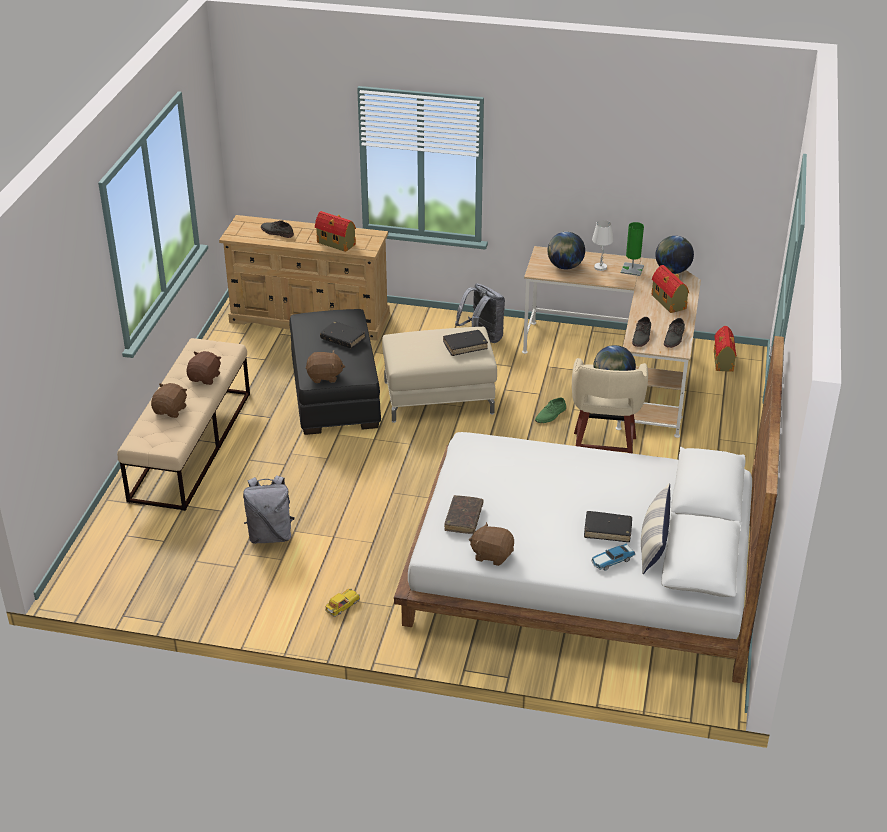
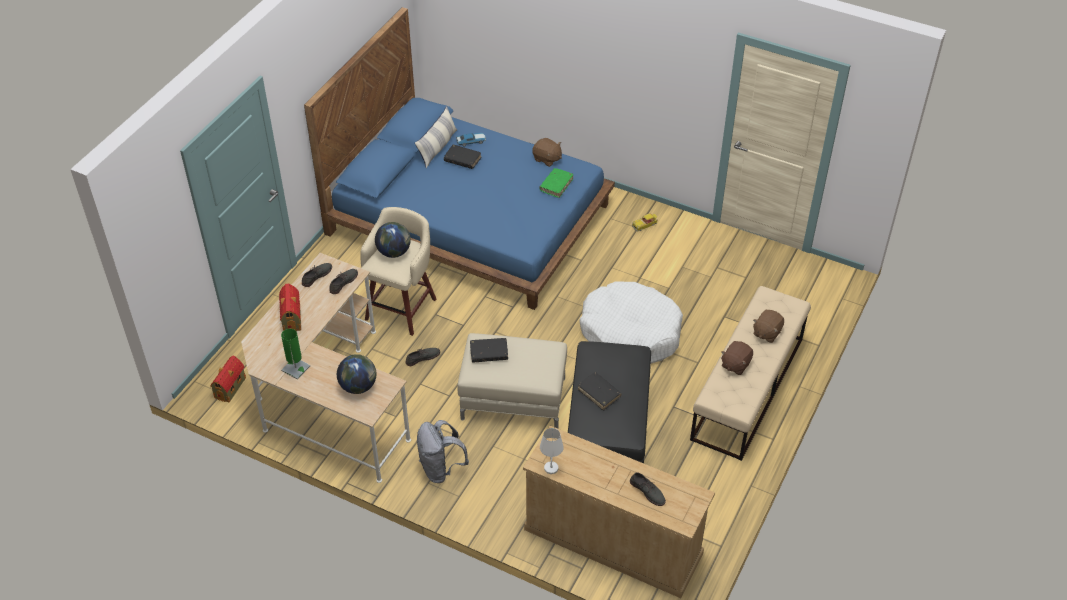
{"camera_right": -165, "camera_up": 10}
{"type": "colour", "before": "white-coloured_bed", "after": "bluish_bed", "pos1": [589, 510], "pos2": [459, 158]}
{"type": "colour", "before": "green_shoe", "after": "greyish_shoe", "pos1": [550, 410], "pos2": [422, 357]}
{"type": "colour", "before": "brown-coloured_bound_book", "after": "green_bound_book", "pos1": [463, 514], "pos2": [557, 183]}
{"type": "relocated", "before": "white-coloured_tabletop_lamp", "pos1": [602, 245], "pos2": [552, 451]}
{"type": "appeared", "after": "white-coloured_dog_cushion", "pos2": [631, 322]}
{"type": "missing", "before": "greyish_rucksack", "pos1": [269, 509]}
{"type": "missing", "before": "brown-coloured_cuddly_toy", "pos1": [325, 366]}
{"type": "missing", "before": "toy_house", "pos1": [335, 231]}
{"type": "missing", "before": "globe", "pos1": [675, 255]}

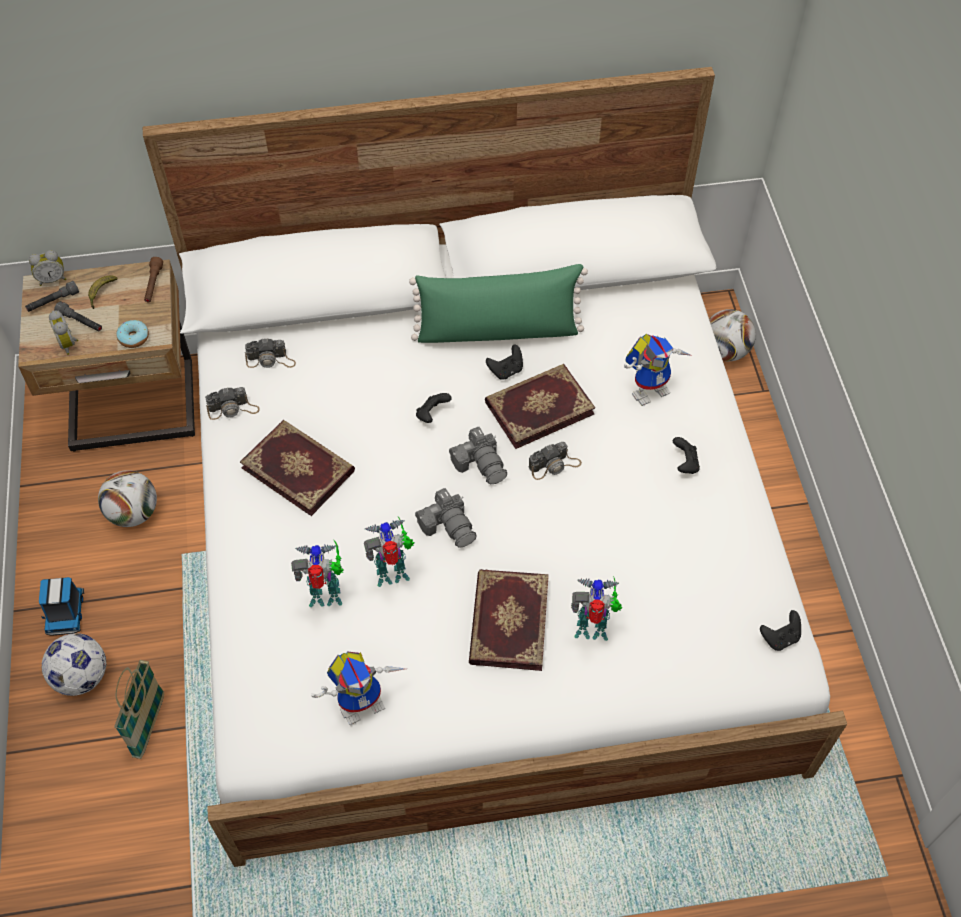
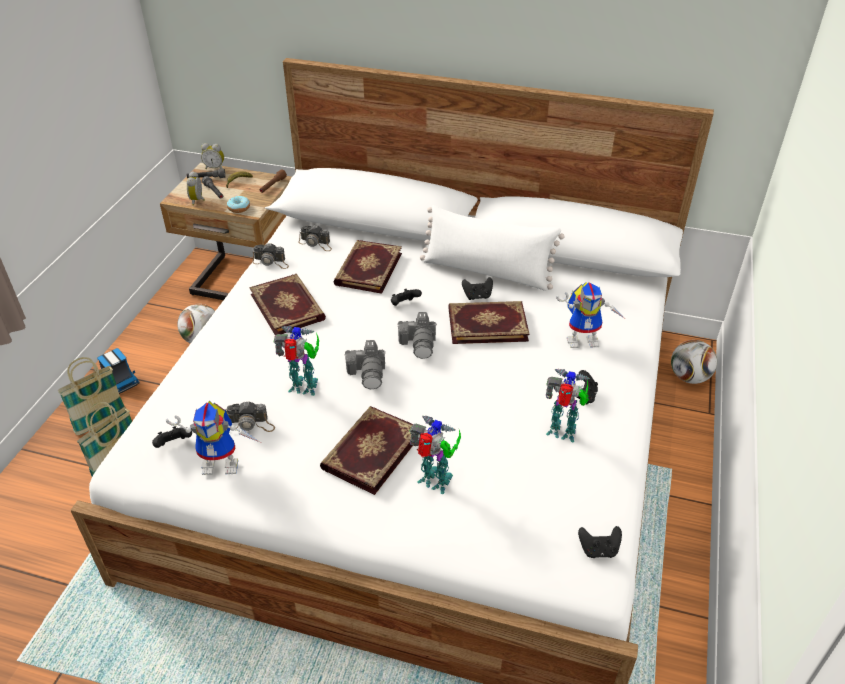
{"camera_right": 25, "camera_up": -15}
{"type": "exchanged", "before": "football_ball", "after": "basket", "pos1": [74, 664], "pos2": [92, 396]}
{"type": "spun", "before": "toy_lorry", "pos1": [61, 606], "pos2": [118, 371], "turn": -60}
{"type": "appeared", "after": "black_joypad", "pos2": [172, 437]}
{"type": "relocated", "before": "photo_camera", "pos1": [555, 461], "pos2": [251, 416]}
{"type": "appeared", "after": "bound_book", "pos2": [368, 267]}
{"type": "colour", "before": "green_pillow", "after": "white-coloured_pillow", "pos1": [498, 303], "pos2": [492, 248]}
{"type": "relocated", "before": "robot_figure", "pos1": [317, 574], "pos2": [568, 405]}

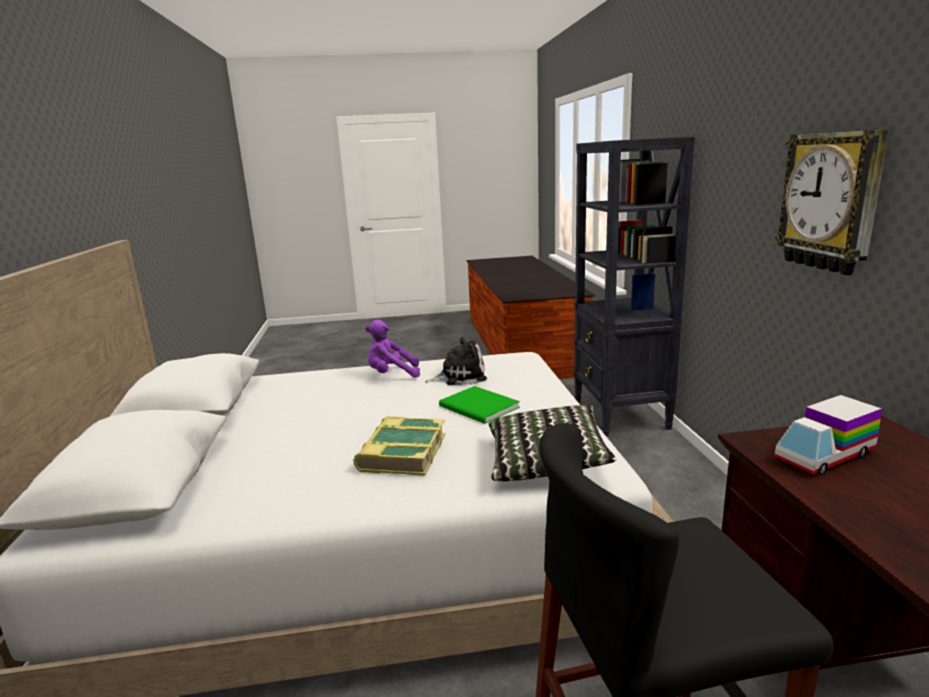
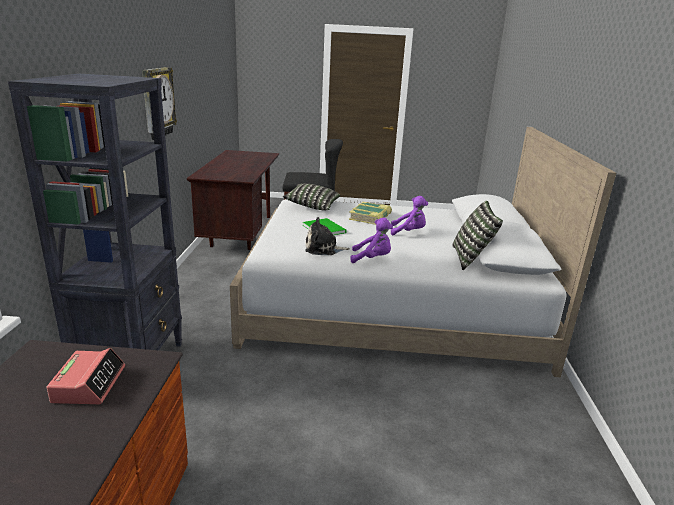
{"camera_right": -170, "camera_up": 5}
{"type": "appeared", "after": "bedside_clock", "pos2": [86, 376]}
{"type": "appeared", "after": "purple-coloured_cuddly_toy", "pos2": [409, 215]}
{"type": "appeared", "after": "pillow", "pos2": [477, 235]}
{"type": "missing", "before": "toy_lorry", "pos1": [828, 435]}

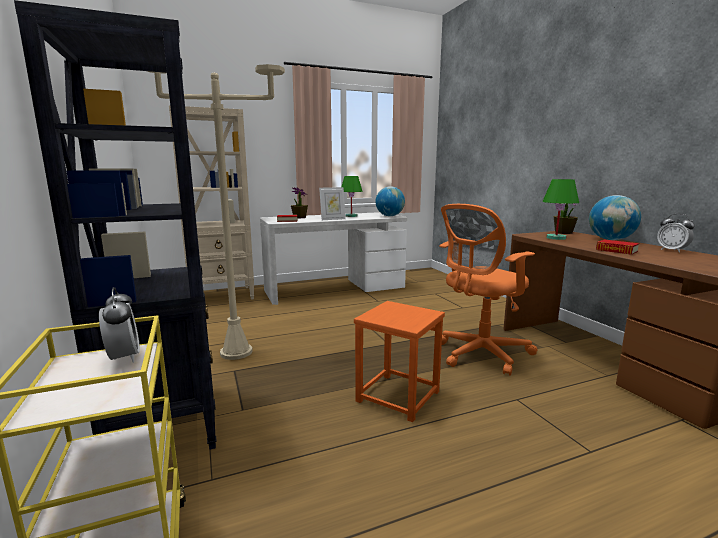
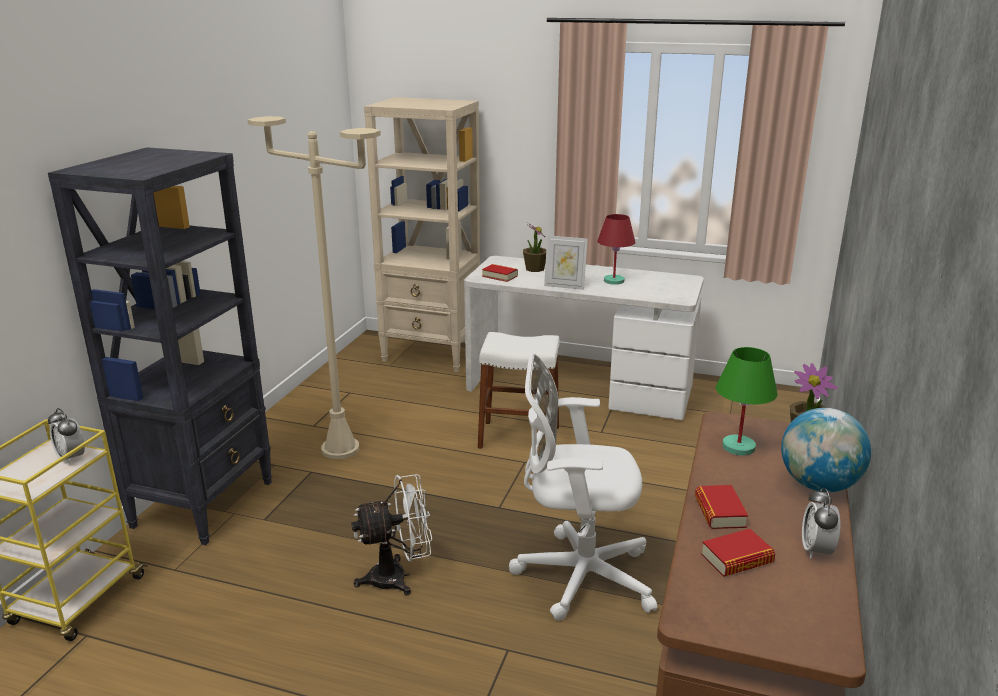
{"camera_right": 40, "camera_up": 10}
{"type": "spun", "before": "bedside_clock", "pos1": [119, 325], "pos2": [66, 436], "turn": 120}
{"type": "exchanged", "before": "orange-coloured_stool_seat", "after": "white-coloured_electric_fan", "pos1": [399, 361], "pos2": [391, 534]}
{"type": "appeared", "after": "white-coloured_stool_seat", "pos2": [519, 390]}
{"type": "colour", "before": "orange-coloured_desk_chair", "after": "white-coloured_desk_chair", "pos1": [488, 289], "pos2": [583, 487]}
{"type": "colour", "before": "green_tabletop_lamp", "after": "red-coloured_tabletop_lamp", "pos1": [352, 196], "pos2": [616, 249]}
{"type": "appeared", "after": "bound_book", "pos2": [738, 553]}
{"type": "missing", "before": "globe", "pos1": [390, 201]}

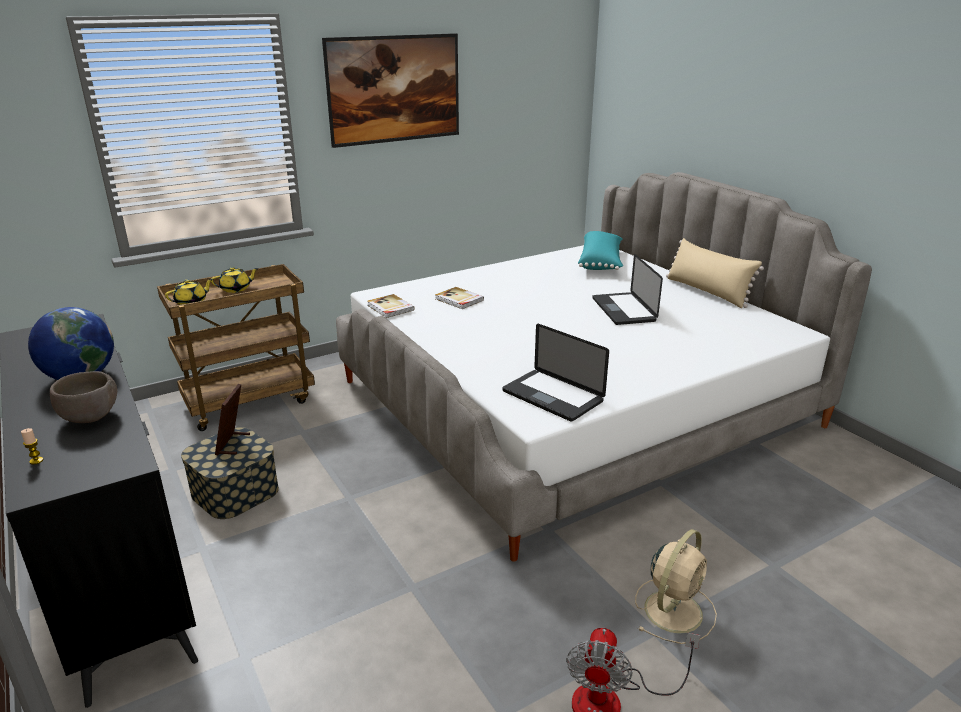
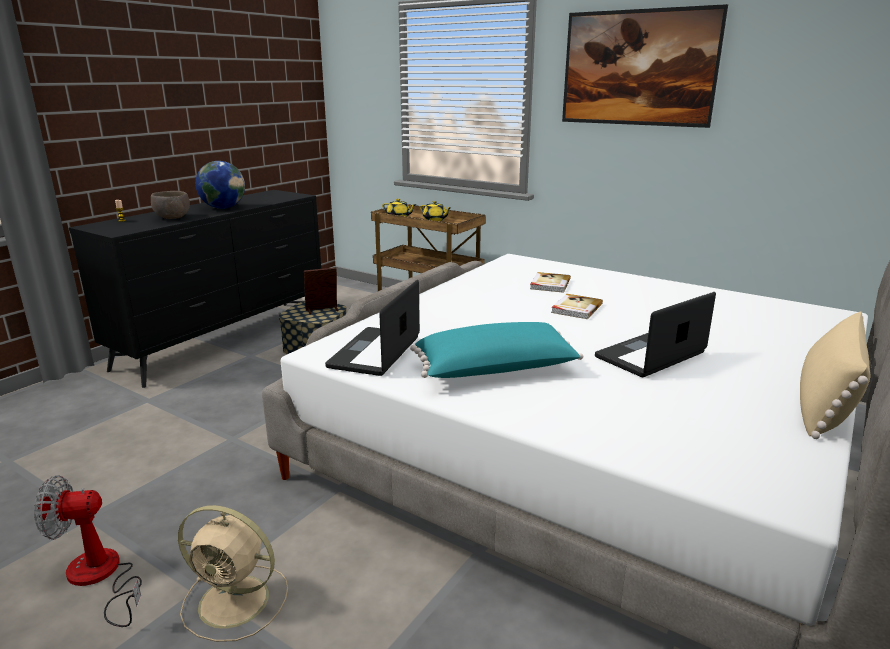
{"camera_right": 65, "camera_up": -5}
{"type": "relocated", "before": "blue-green_pillow", "pos1": [600, 250], "pos2": [496, 350]}
{"type": "relocated", "before": "bound_book", "pos1": [391, 306], "pos2": [577, 306]}

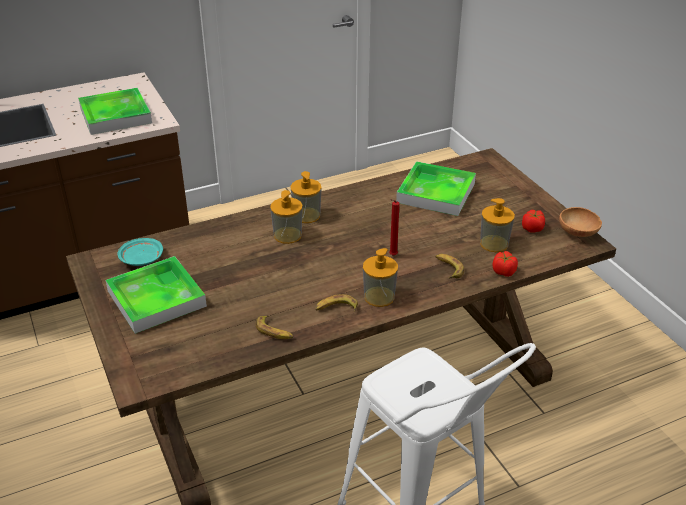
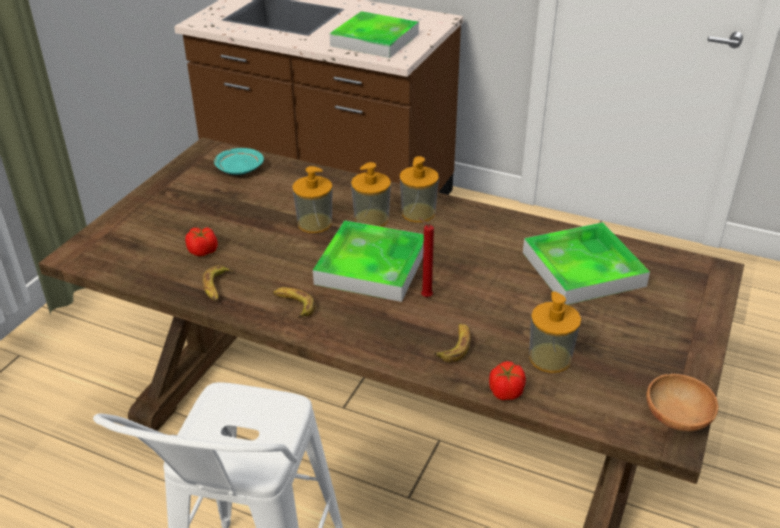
{"camera_right": 50, "camera_up": 0}
{"type": "relocated", "before": "whole_tomato", "pos1": [533, 221], "pos2": [201, 242]}
{"type": "relocated", "before": "liquid_soap_bottle", "pos1": [380, 277], "pos2": [312, 199]}
{"type": "relocated", "before": "carrying_tray", "pos1": [156, 295], "pos2": [368, 261]}

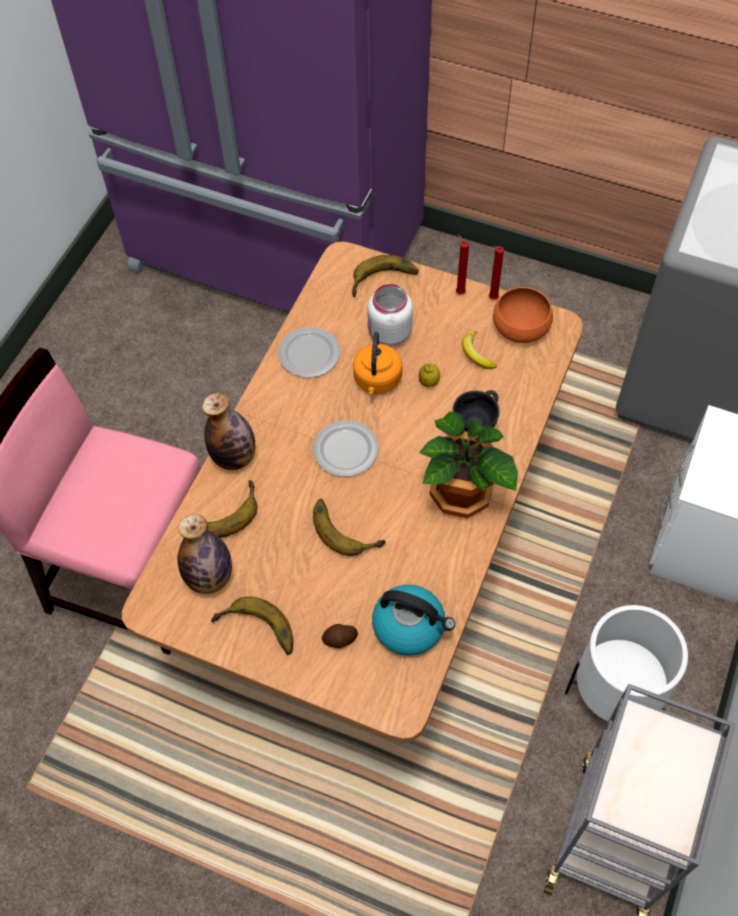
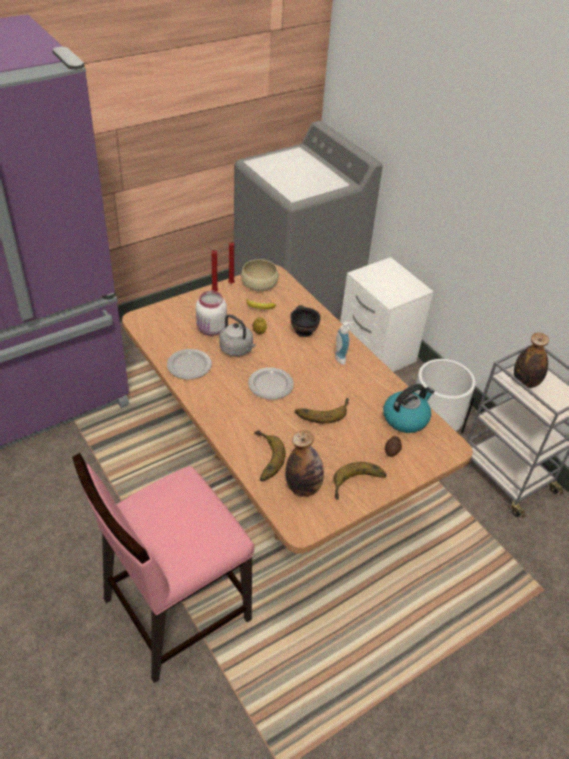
{"camera_right": -60, "camera_up": -15}
{"type": "colour", "before": "orange-coloured_kettle", "after": "greyish_kettle", "pos1": [377, 363], "pos2": [237, 335]}
{"type": "colour", "before": "orange-coloured_deep_dish", "after": "sand-coloured_deep_dish", "pos1": [523, 315], "pos2": [260, 275]}
{"type": "exchanged", "before": "potted_plant", "after": "liquid_soap_bottle", "pos1": [468, 465], "pos2": [345, 343]}
{"type": "relocated", "before": "beverage_bottle", "pos1": [228, 431], "pos2": [531, 360]}
{"type": "missing", "before": "banana_fruit", "pos1": [385, 276]}

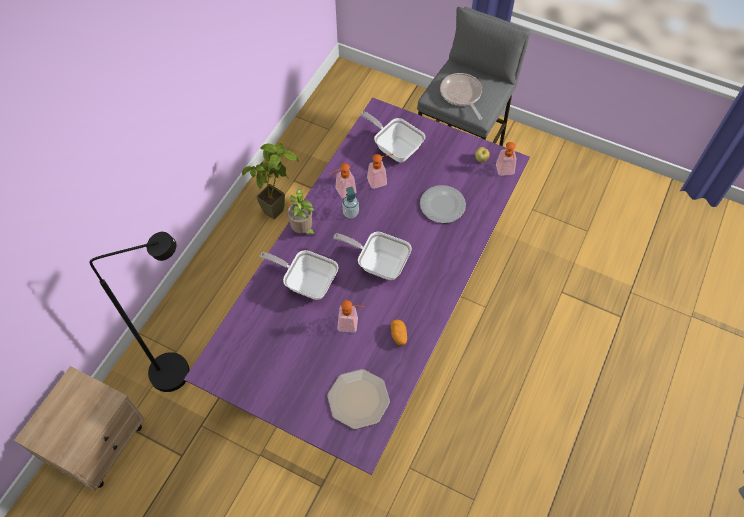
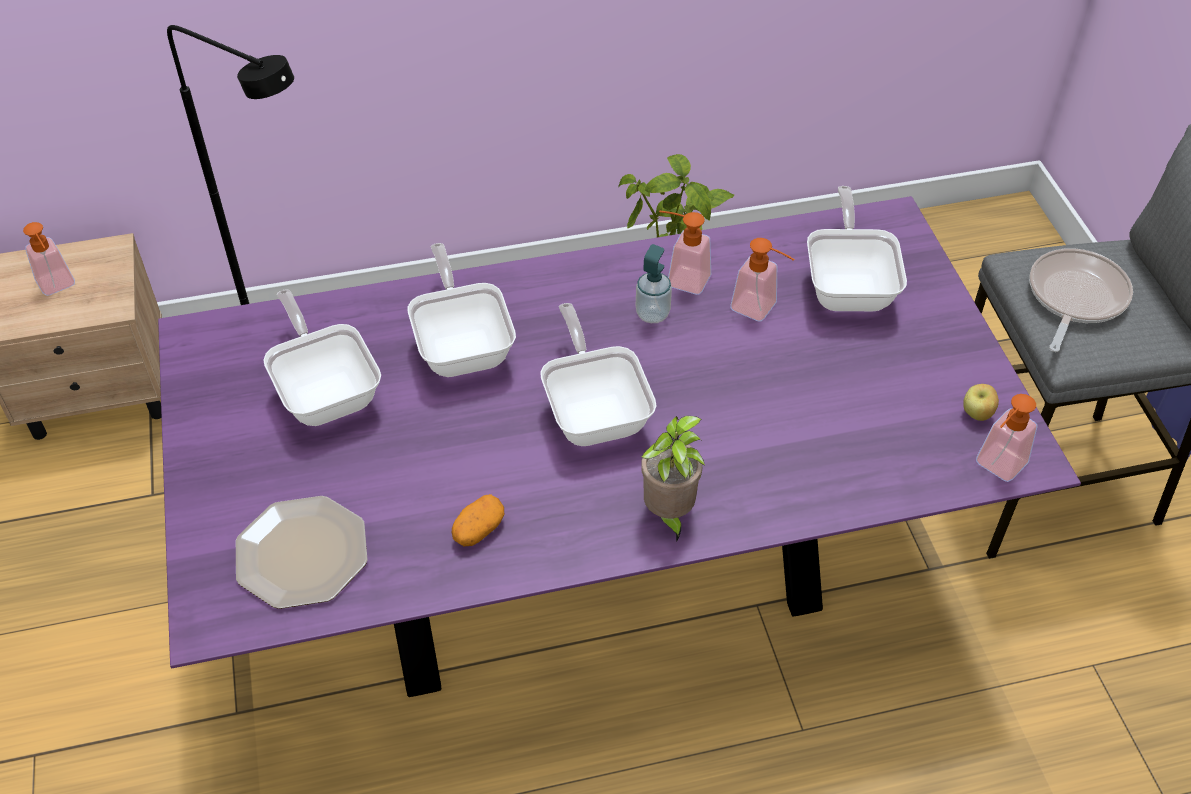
{"camera_right": 50, "camera_up": -10}
{"type": "relocated", "before": "liquid_soap_bottle", "pos1": [351, 316], "pos2": [49, 259]}
{"type": "appeared", "after": "frying_pan", "pos2": [322, 357]}
{"type": "relocated", "before": "potted_plant", "pos1": [301, 212], "pos2": [673, 479]}
{"type": "missing", "before": "flat_dish", "pos1": [443, 204]}

